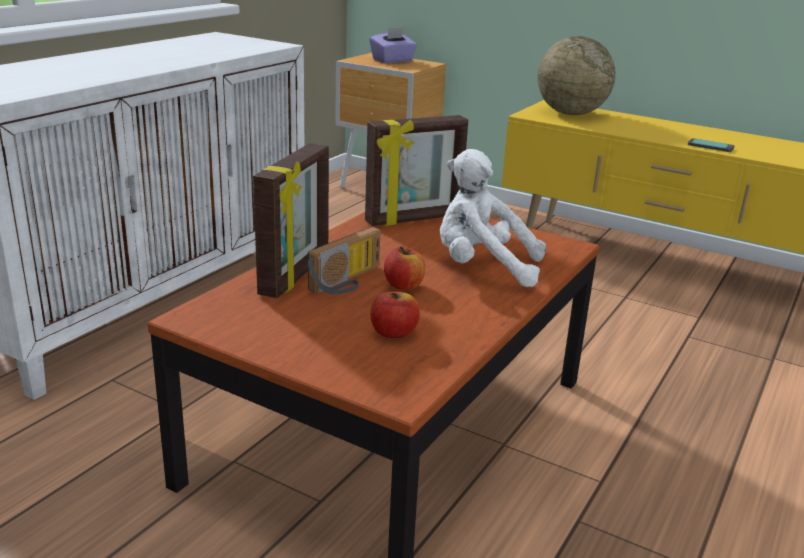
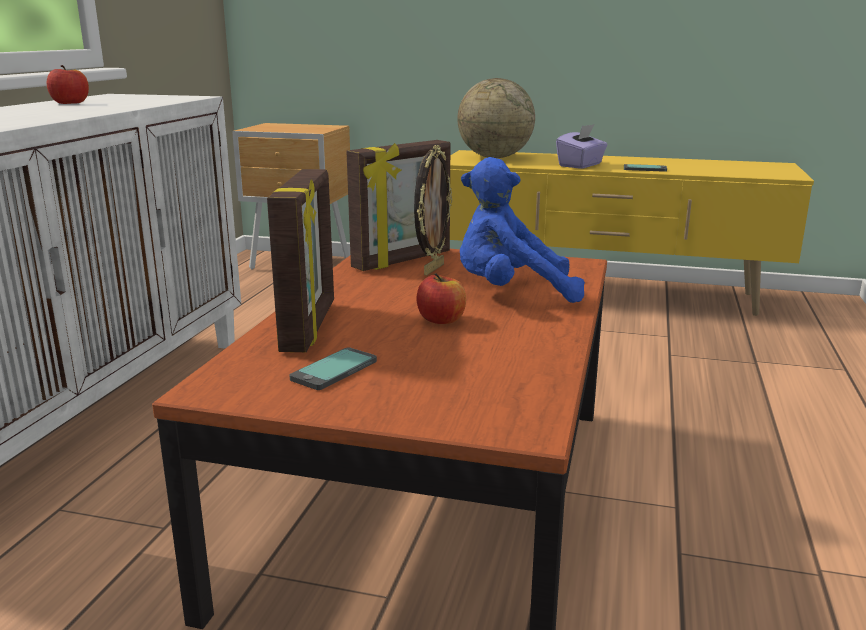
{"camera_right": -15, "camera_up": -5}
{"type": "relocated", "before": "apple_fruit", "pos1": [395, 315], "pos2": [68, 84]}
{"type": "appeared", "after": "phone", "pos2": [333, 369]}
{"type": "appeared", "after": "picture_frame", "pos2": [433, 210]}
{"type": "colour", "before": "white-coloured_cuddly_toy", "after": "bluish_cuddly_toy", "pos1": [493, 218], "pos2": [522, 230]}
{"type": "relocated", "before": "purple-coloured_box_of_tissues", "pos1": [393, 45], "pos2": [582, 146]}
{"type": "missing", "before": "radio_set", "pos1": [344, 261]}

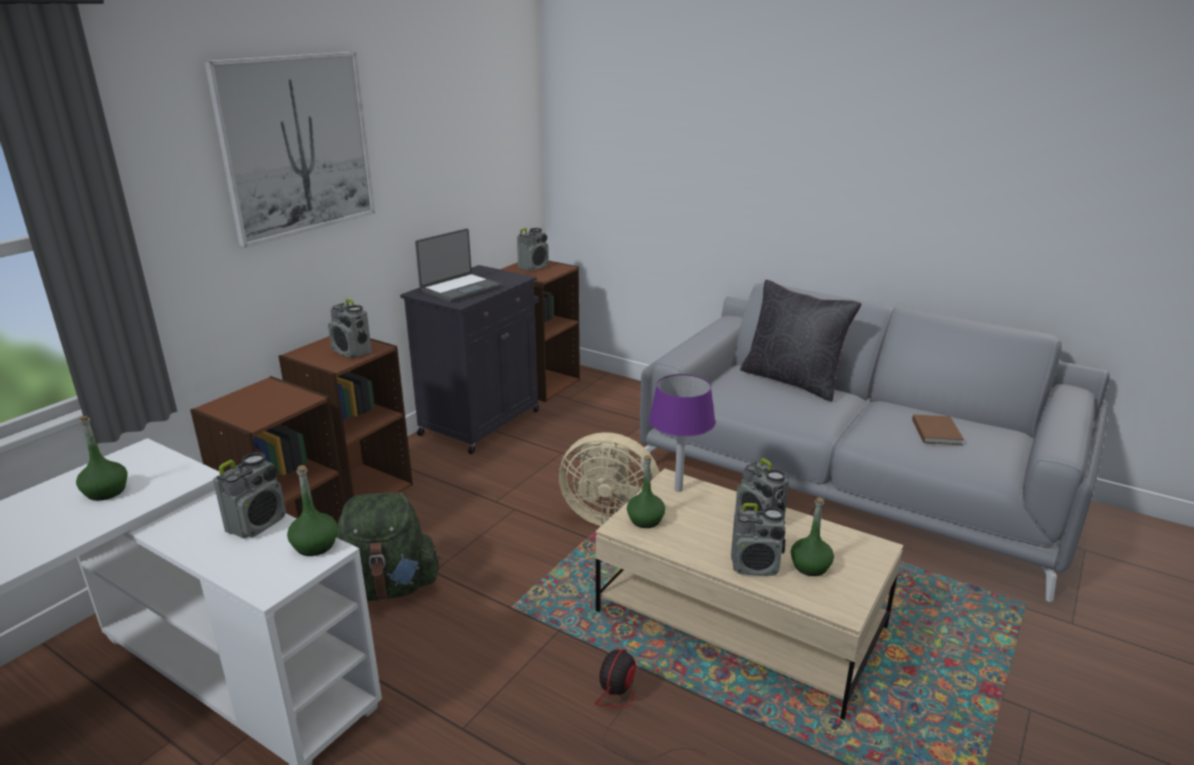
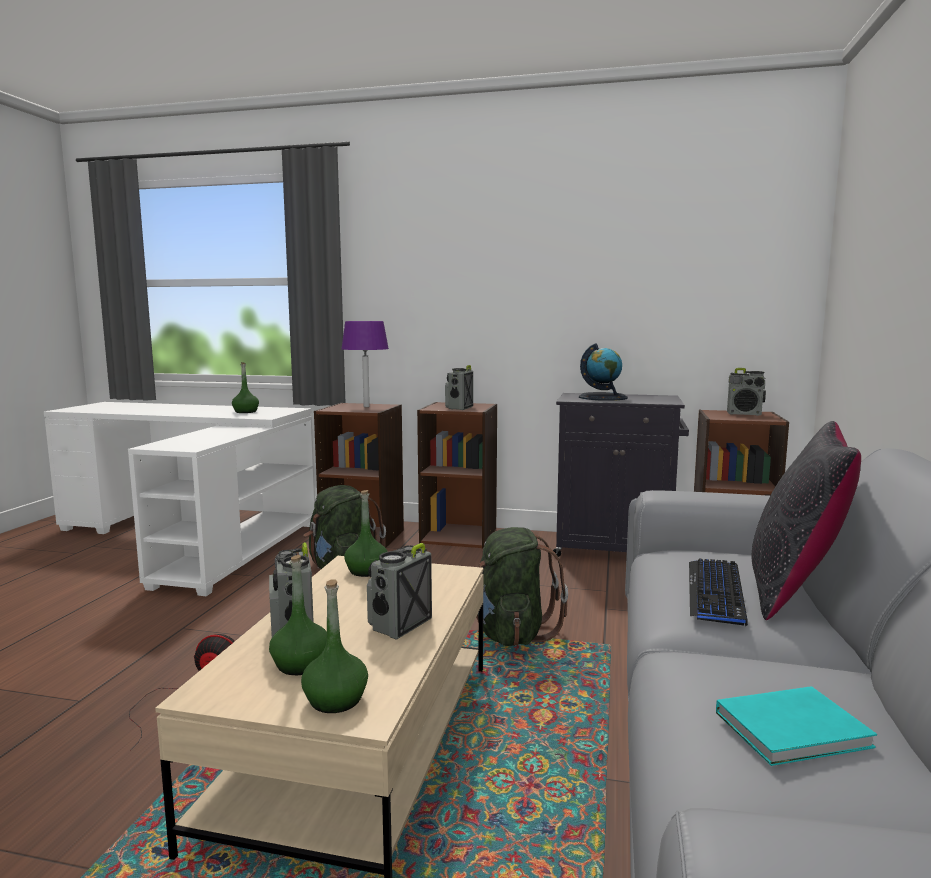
{"camera_right": 70, "camera_up": -15}
{"type": "relocated", "before": "green_beverage_bottle", "pos1": [312, 510], "pos2": [334, 646]}
{"type": "relocated", "before": "purple-coloured_tabletop_lamp", "pos1": [682, 433], "pos2": [365, 364]}
{"type": "exchanged", "before": "sand-coloured_electric_fan", "after": "green_rucksack", "pos1": [609, 479], "pos2": [522, 586]}
{"type": "exchanged", "before": "portable_computer", "after": "globe", "pos1": [458, 266], "pos2": [603, 372]}
{"type": "appeared", "after": "keyboard", "pos2": [718, 593]}
{"type": "colour", "before": "brown-coloured_bound_book", "after": "blue-green_bound_book", "pos1": [938, 429], "pos2": [796, 726]}
{"type": "missing", "before": "picture", "pos1": [289, 150]}
{"type": "missing", "before": "radio_set", "pos1": [249, 495]}

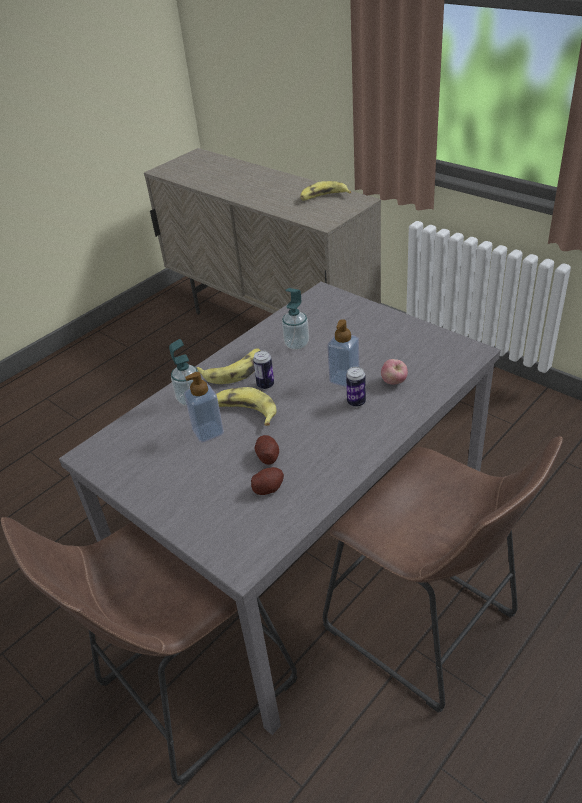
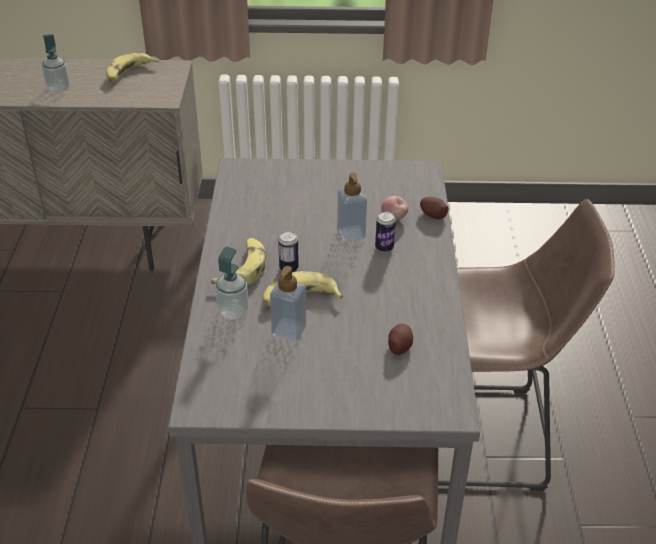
{"camera_right": -45, "camera_up": 0}
{"type": "relocated", "before": "liquid_soap_bottle", "pos1": [295, 319], "pos2": [56, 63]}
{"type": "relocated", "before": "spud", "pos1": [267, 450], "pos2": [434, 208]}

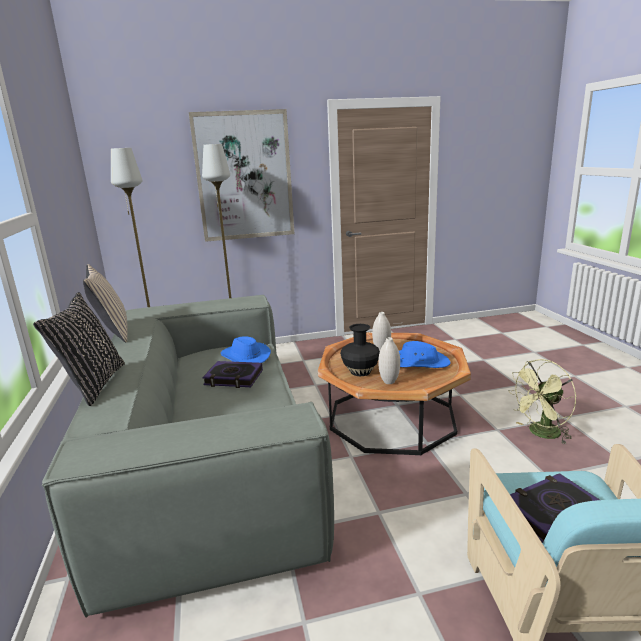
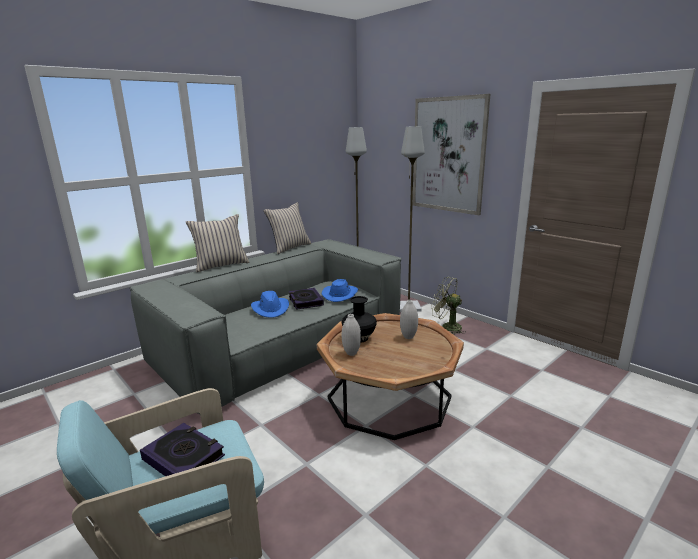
{"camera_right": 60, "camera_up": 0}
{"type": "colour", "before": "black_pillow", "after": "sand-coloured_pillow", "pos1": [79, 349], "pos2": [217, 243]}
{"type": "relocated", "before": "bluish_wearable_hat", "pos1": [425, 354], "pos2": [270, 304]}
{"type": "relocated", "before": "green_electric_fan", "pos1": [542, 402], "pos2": [448, 306]}

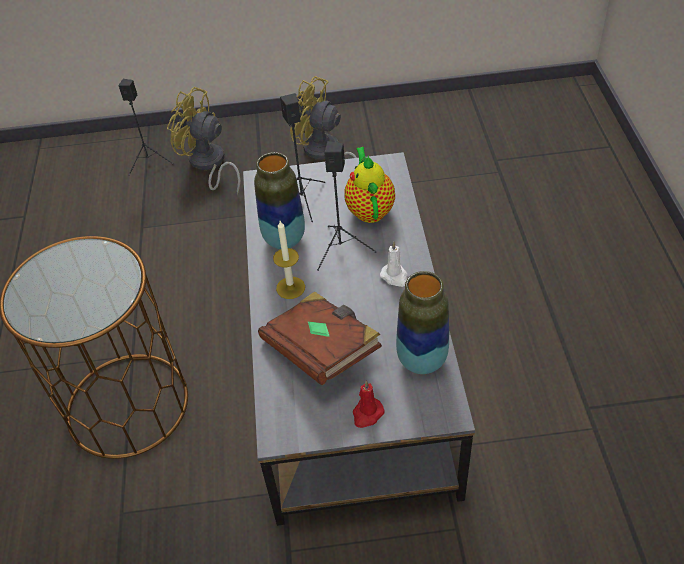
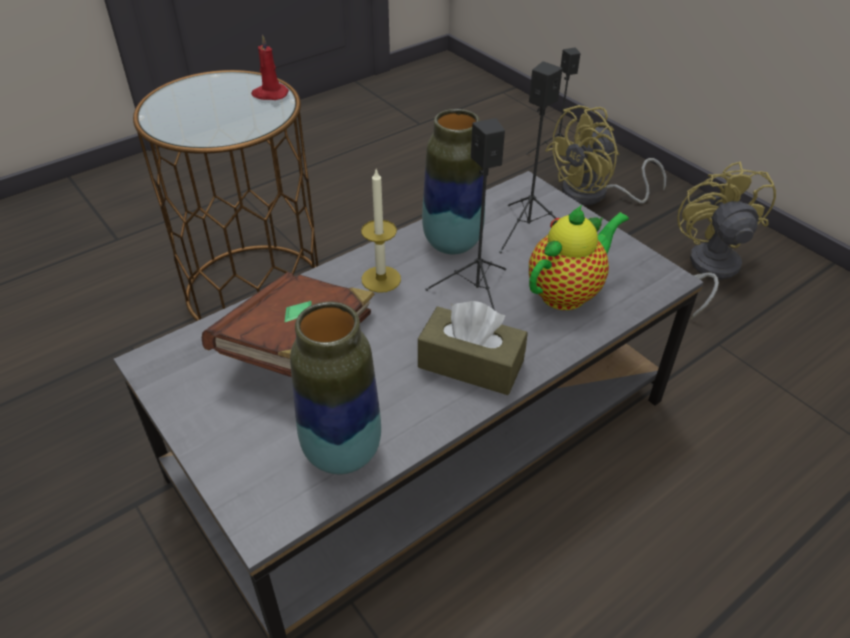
{"camera_right": 55, "camera_up": -5}
{"type": "relocated", "before": "red-coloured_wax_candle", "pos1": [369, 404], "pos2": [270, 67]}
{"type": "exchanged", "before": "white-coloured_wax_candle", "after": "brown-coloured_box_of_tissues", "pos1": [394, 264], "pos2": [473, 348]}
{"type": "spun", "before": "yellow-coloured_electric_fan", "pos1": [204, 141], "pos2": [605, 155], "turn": -120}

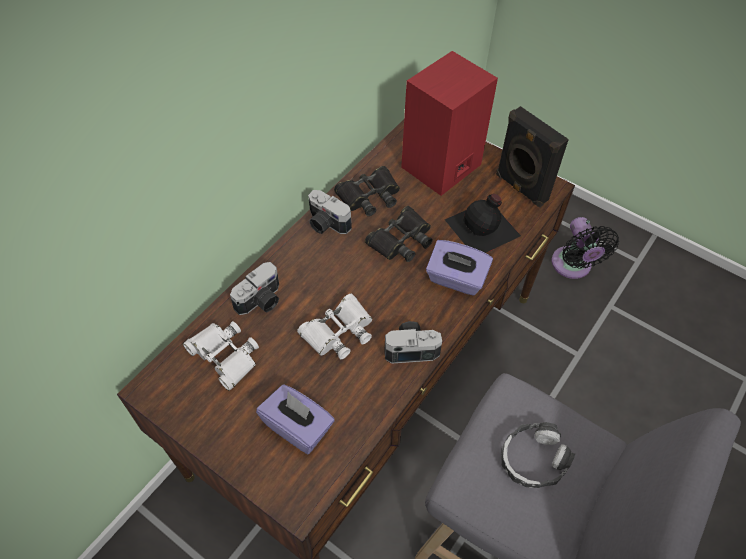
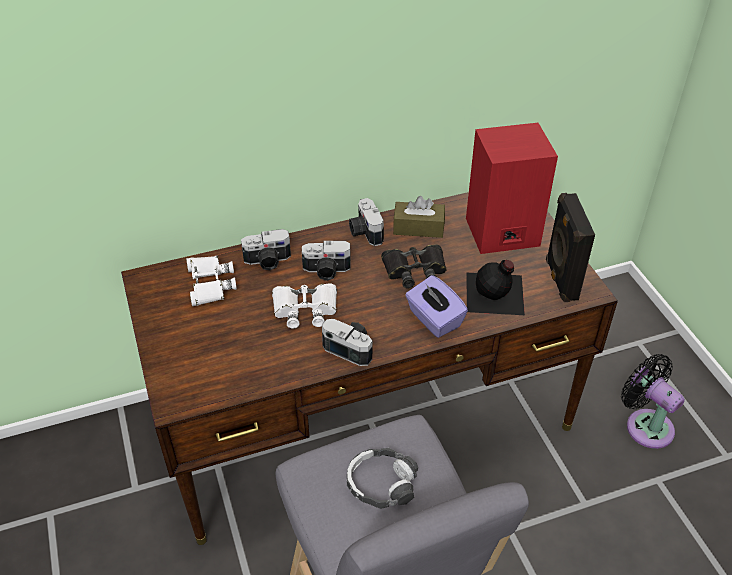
{"camera_right": 35, "camera_up": -10}
{"type": "appeared", "after": "photo_camera", "pos2": [326, 261]}
{"type": "exchanged", "before": "black_binoculars", "after": "brown-coloured_box_of_tissues", "pos1": [367, 191], "pos2": [419, 217]}
{"type": "spun", "before": "black_electric_fan", "pos1": [585, 248], "pos2": [653, 401], "turn": 120}
{"type": "missing", "before": "purple-coloured_box_of_tissues", "pos1": [295, 419]}

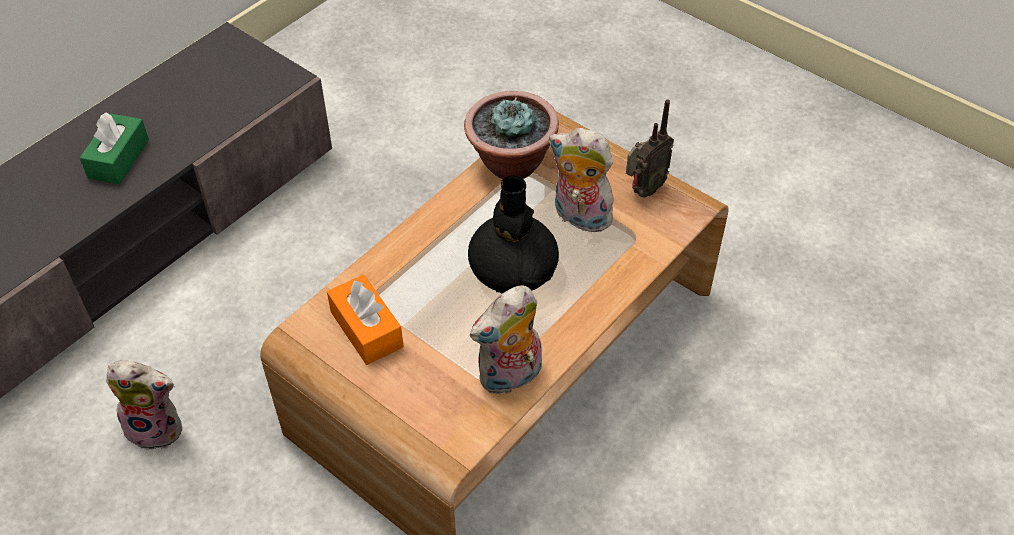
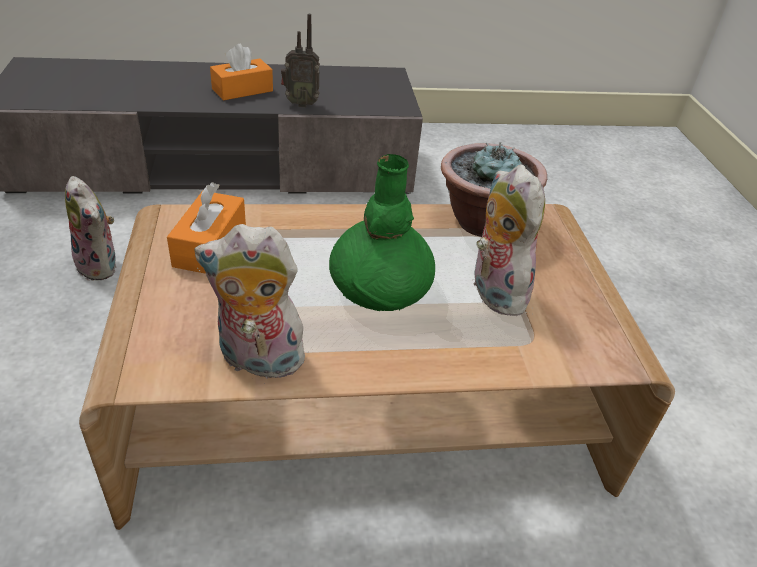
{"camera_right": 40, "camera_up": -10}
{"type": "colour", "before": "green_box_of_tissues", "after": "orange-coloured_box_of_tissues", "pos1": [114, 148], "pos2": [241, 72]}
{"type": "relocated", "before": "radio_set", "pos1": [650, 148], "pos2": [300, 60]}
{"type": "colour", "before": "black_vase", "after": "green_vase", "pos1": [513, 234], "pos2": [382, 232]}

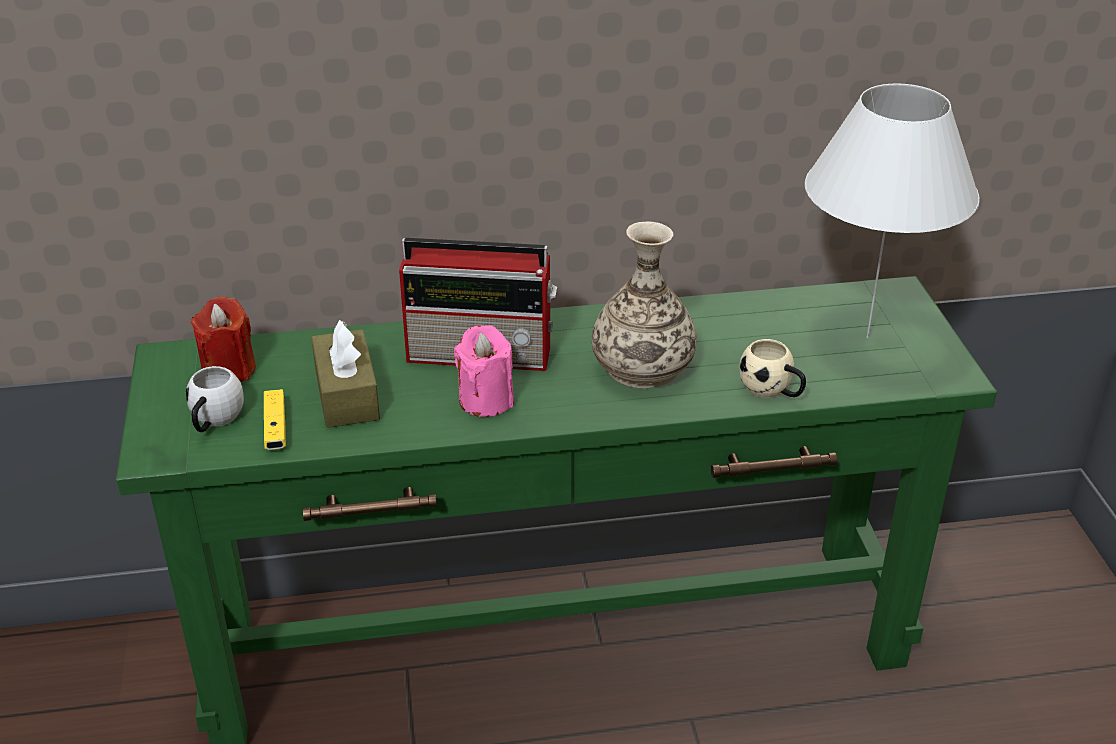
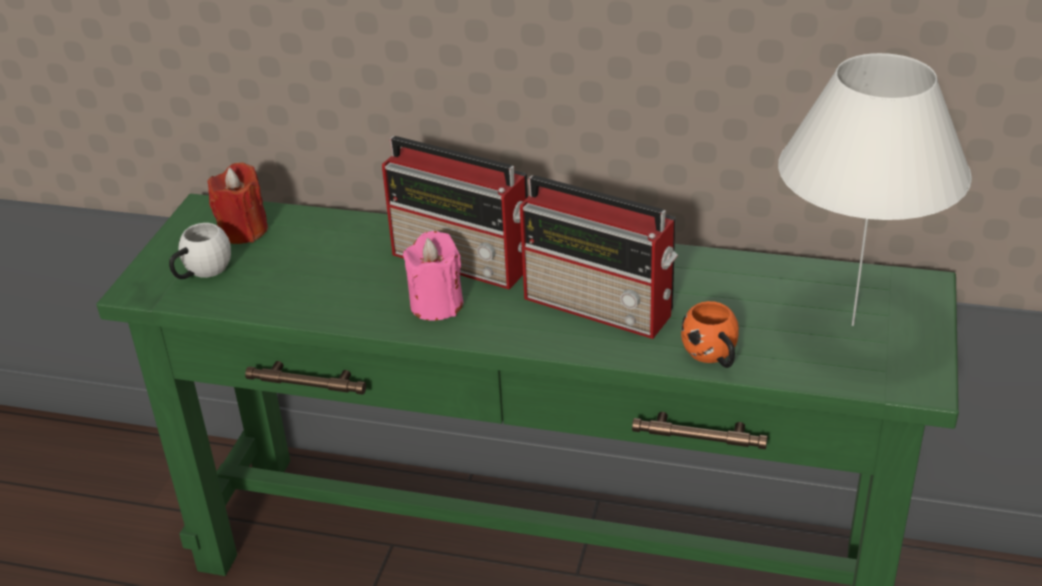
{"camera_right": 25, "camera_up": 0}
{"type": "exchanged", "before": "vase", "after": "radio_set", "pos1": [644, 305], "pos2": [599, 257]}
{"type": "colour", "before": "sand-coloured_mug", "after": "orange-coloured_mug", "pos1": [772, 368], "pos2": [710, 334]}
{"type": "missing", "before": "yellow-coloured_joypad", "pos1": [275, 419]}
{"type": "missing", "before": "brown-coloured_box_of_tissues", "pos1": [345, 374]}

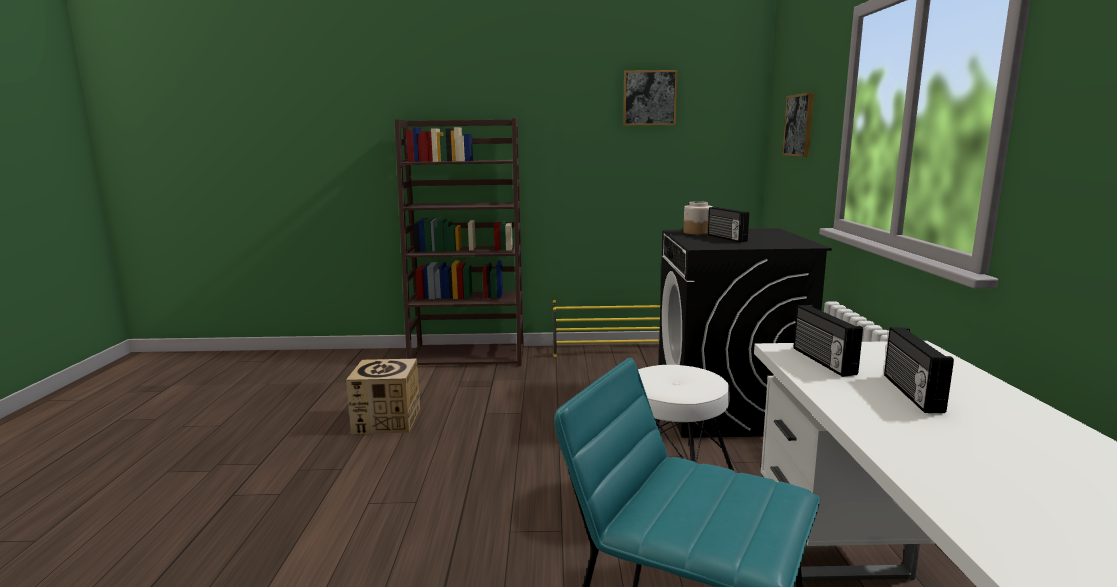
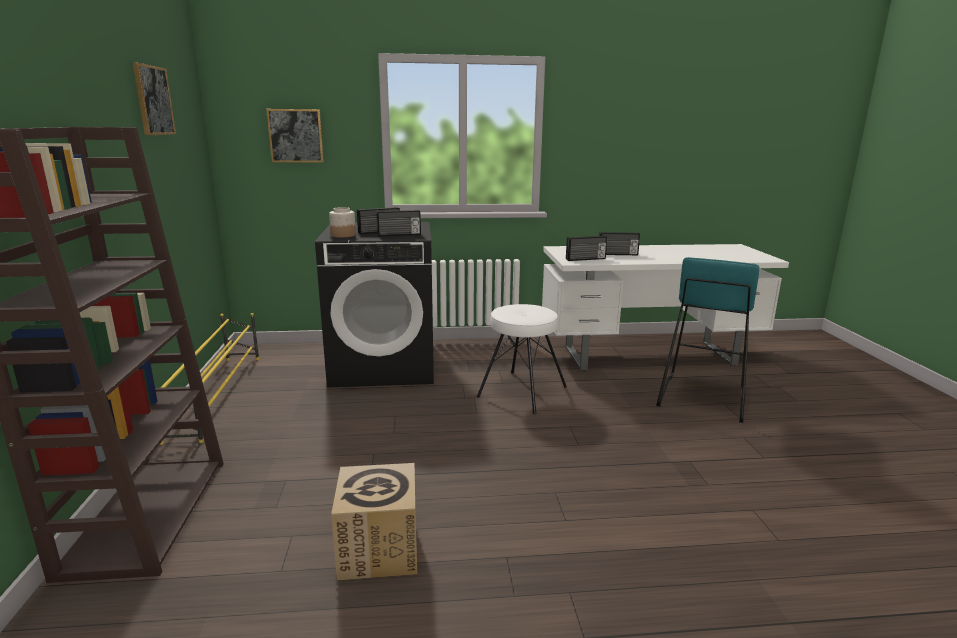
{"camera_right": -95, "camera_up": 5}
{"type": "appeared", "after": "radio_set", "pos2": [398, 223]}

